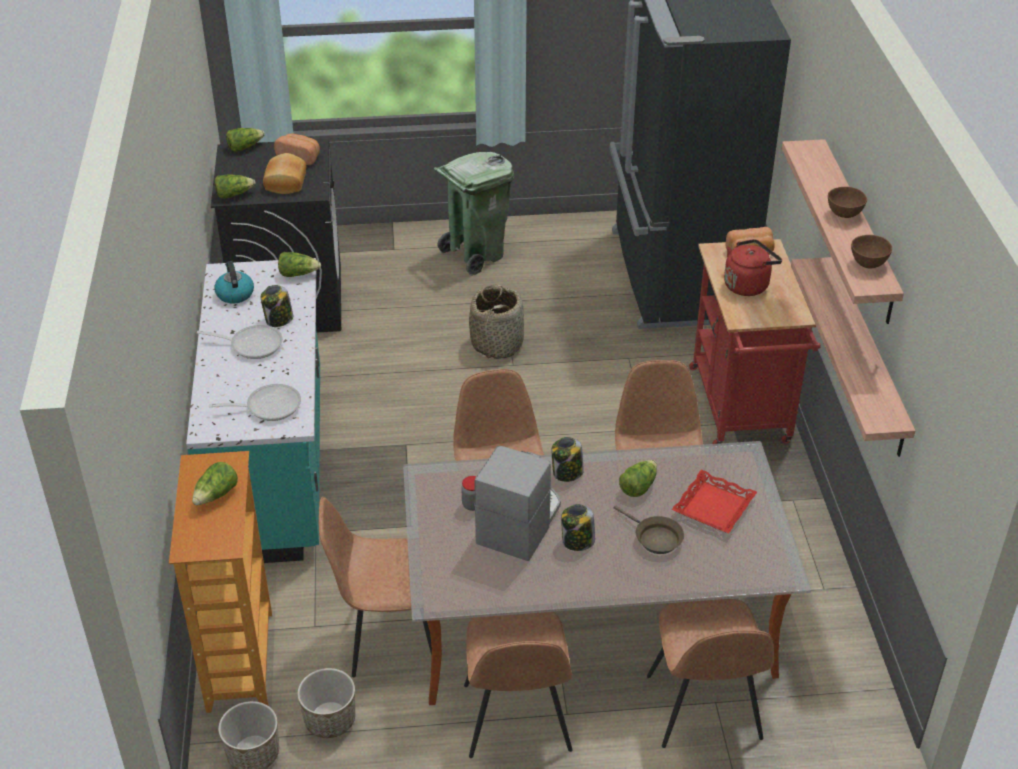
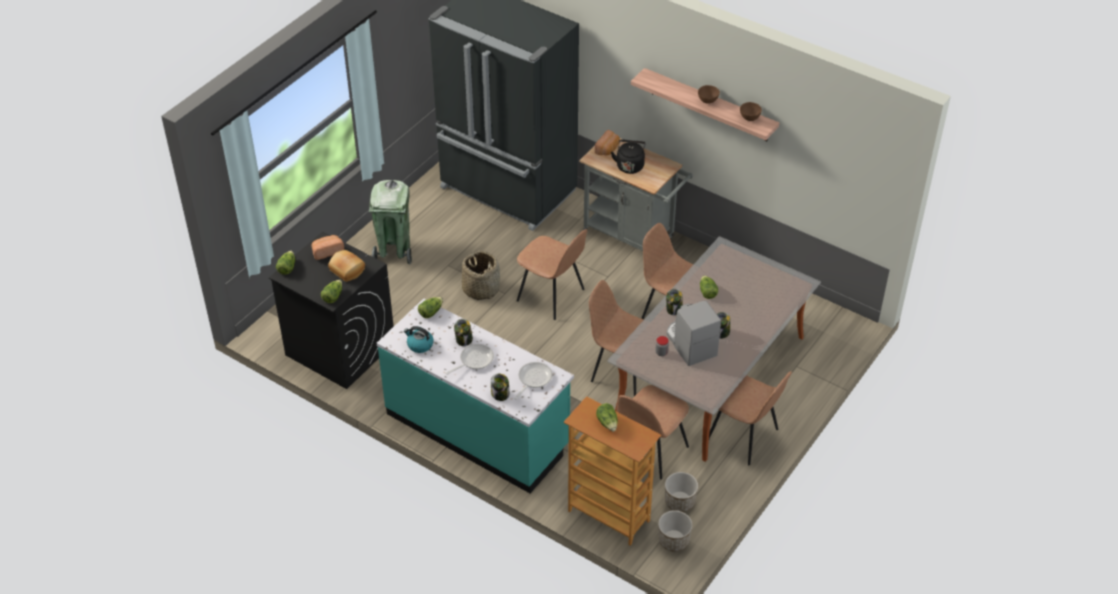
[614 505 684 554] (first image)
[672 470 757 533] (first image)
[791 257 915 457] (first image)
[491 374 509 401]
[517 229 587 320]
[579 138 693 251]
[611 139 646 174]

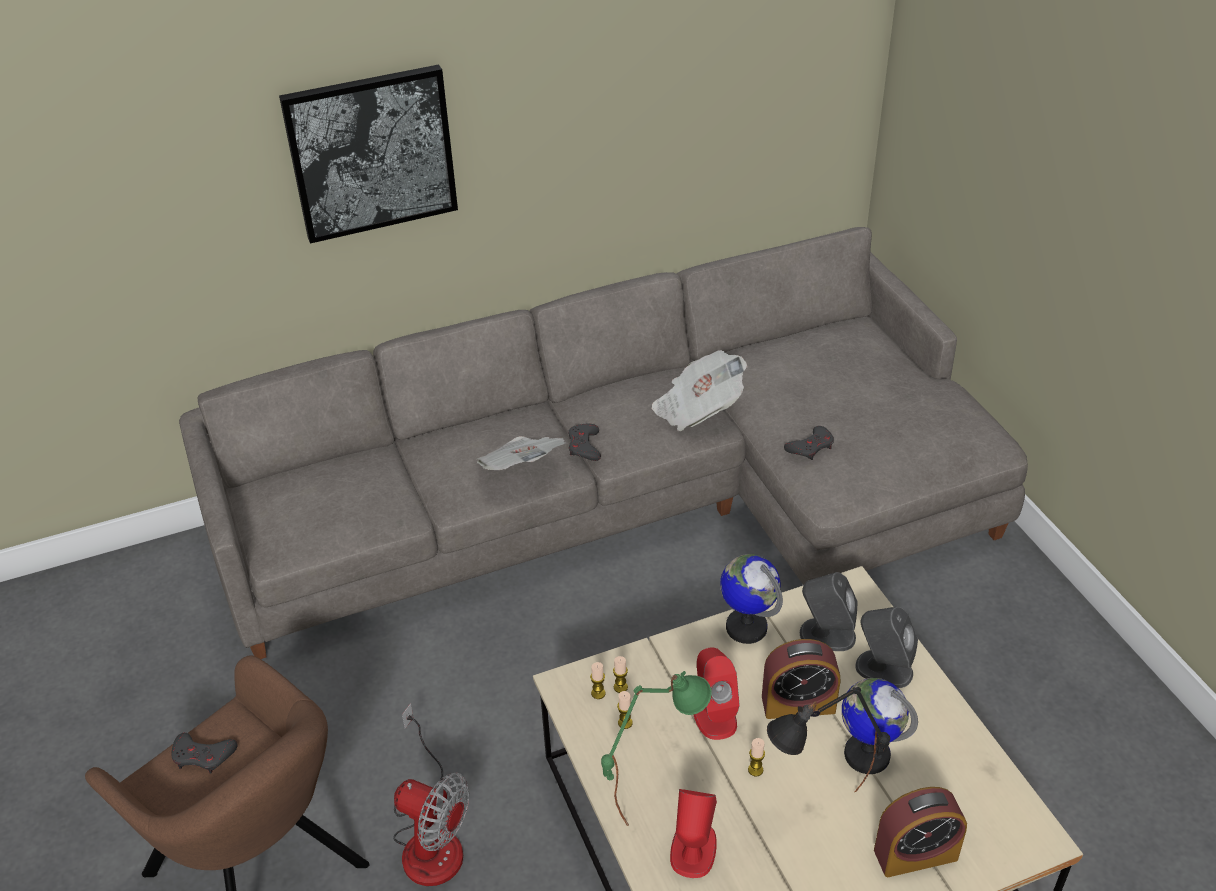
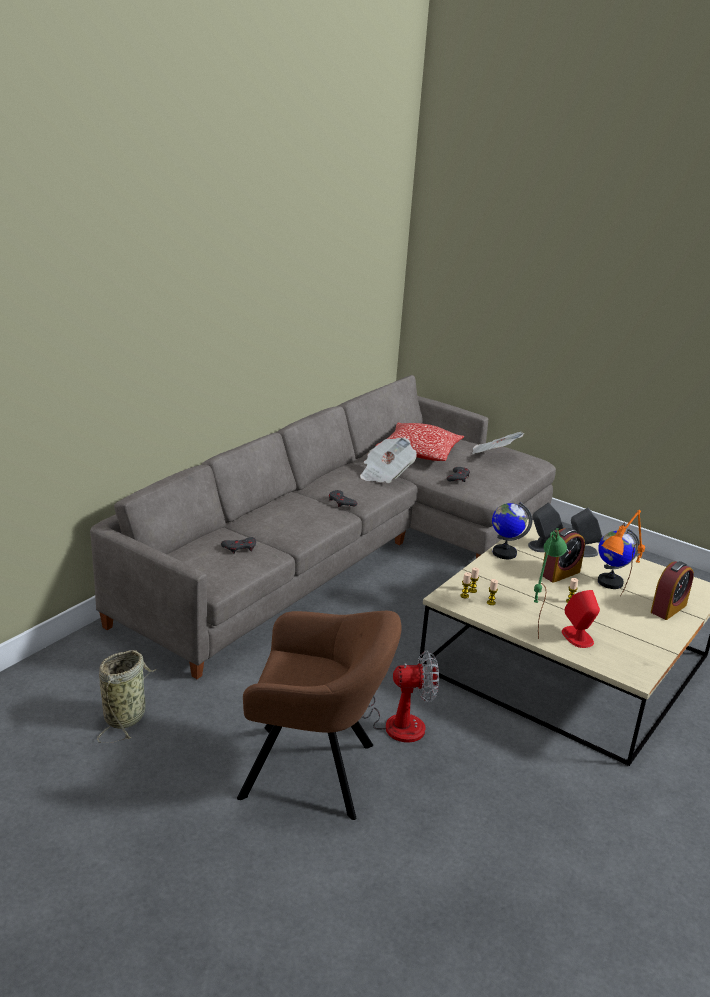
[279 65 458 244] (first image)
[694 648 740 740] (first image)
[97 650 156 743]
[376 422 464 461]
[221 537 256 554]
[472 431 524 454]
[601 510 645 596]

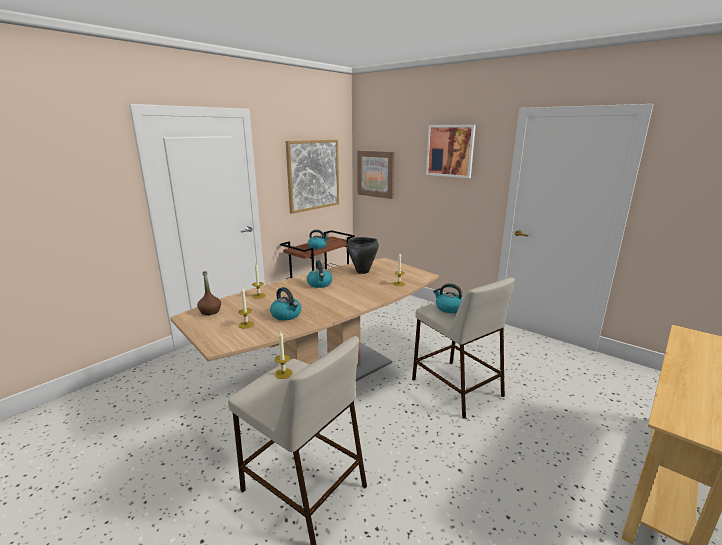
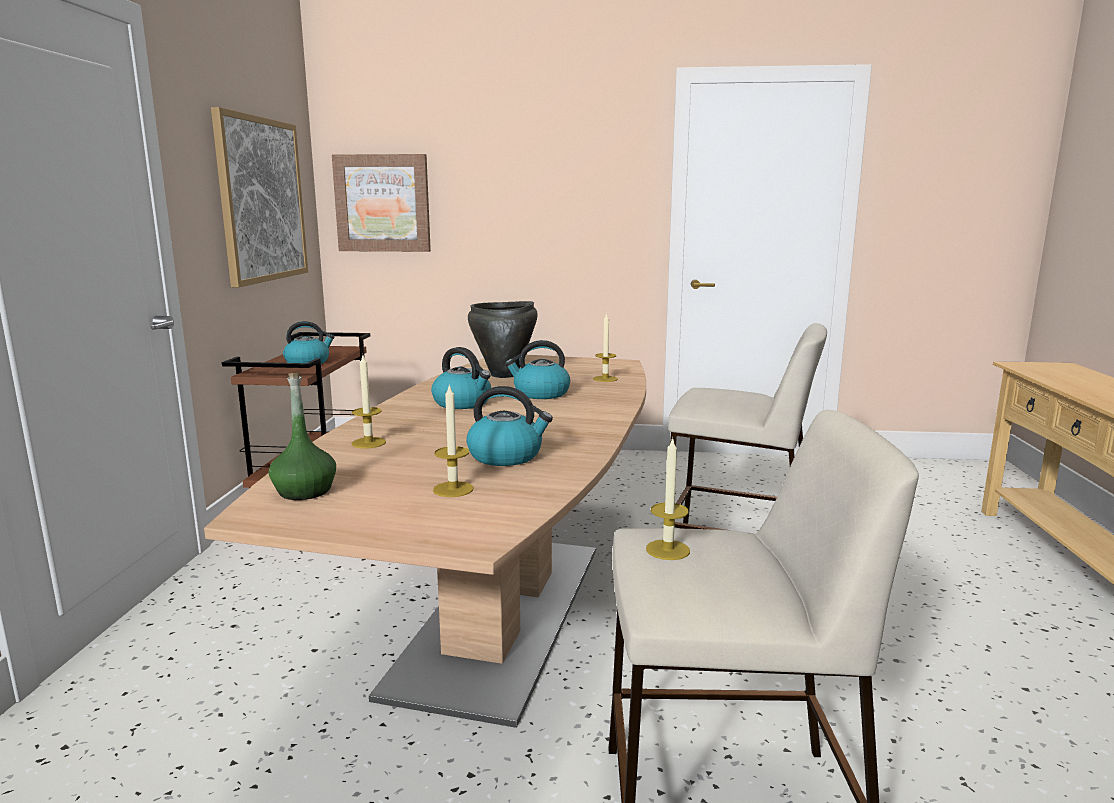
[426 125 476 178] (first image)
[505 340 570 399]
[269 373 336 500]

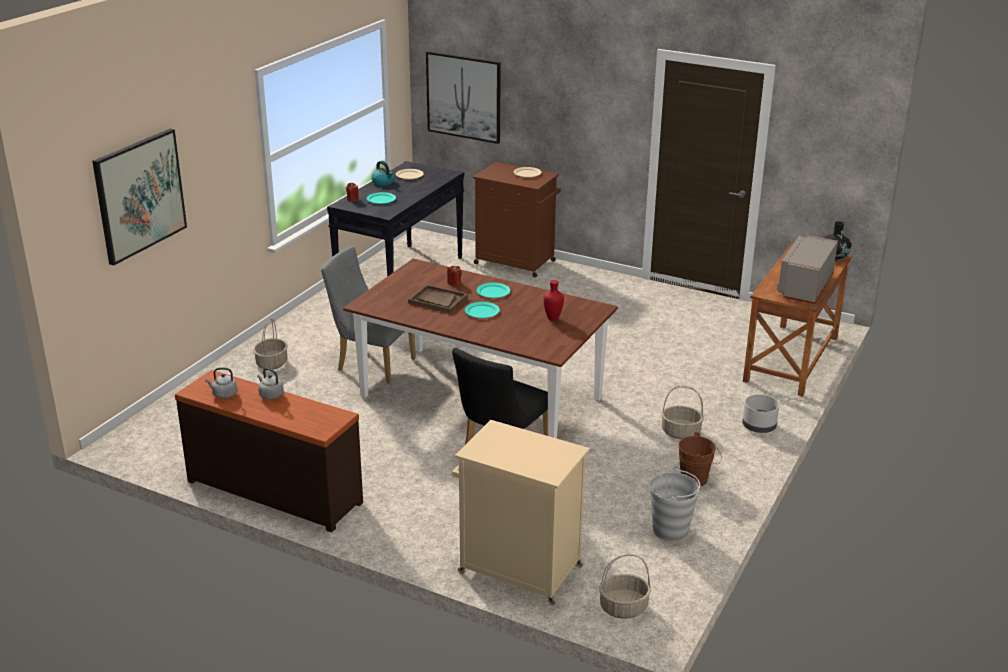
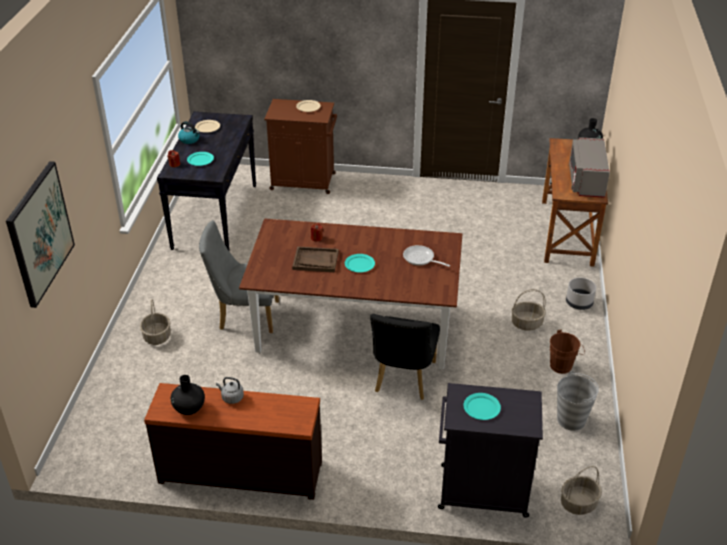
[426 51 501 144] (first image)
[464 393 501 420]
[171 375 205 415]
[403 245 450 267]
[438 383 543 518]

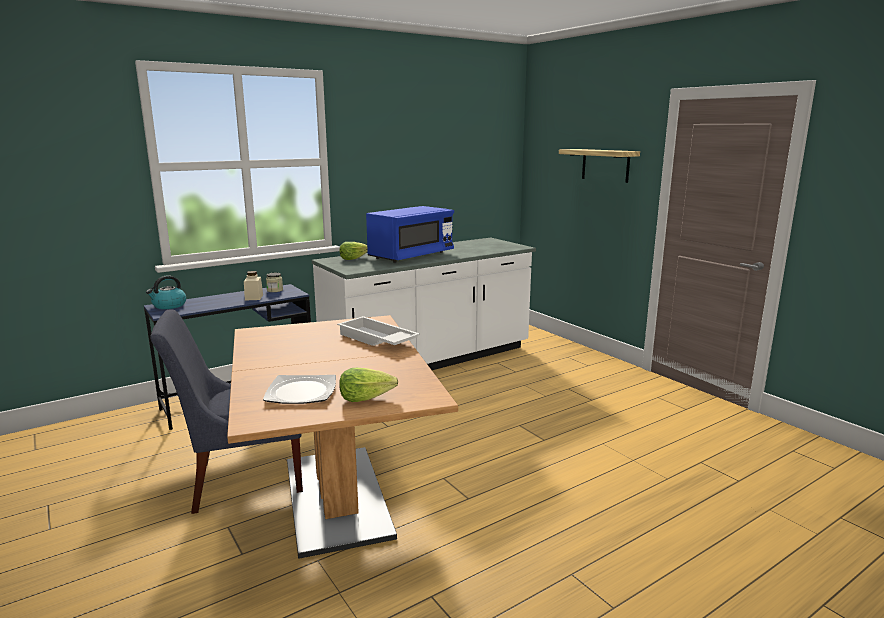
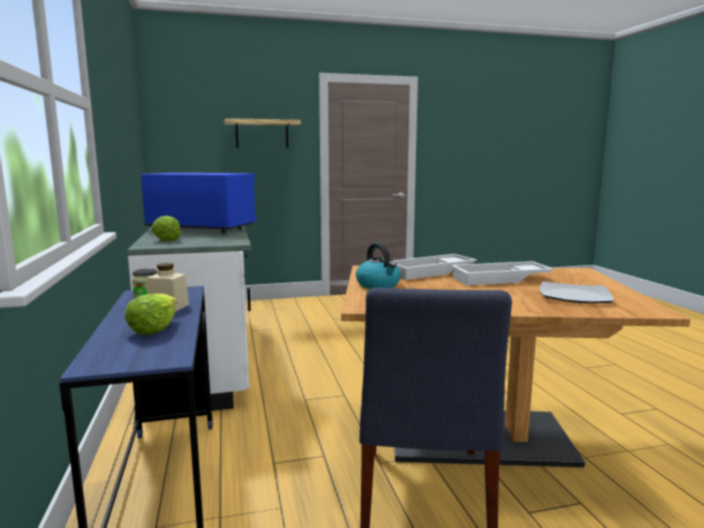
[451 261 554 286]
[356 243 401 289]
[125 293 177 335]
[141 173 257 233]

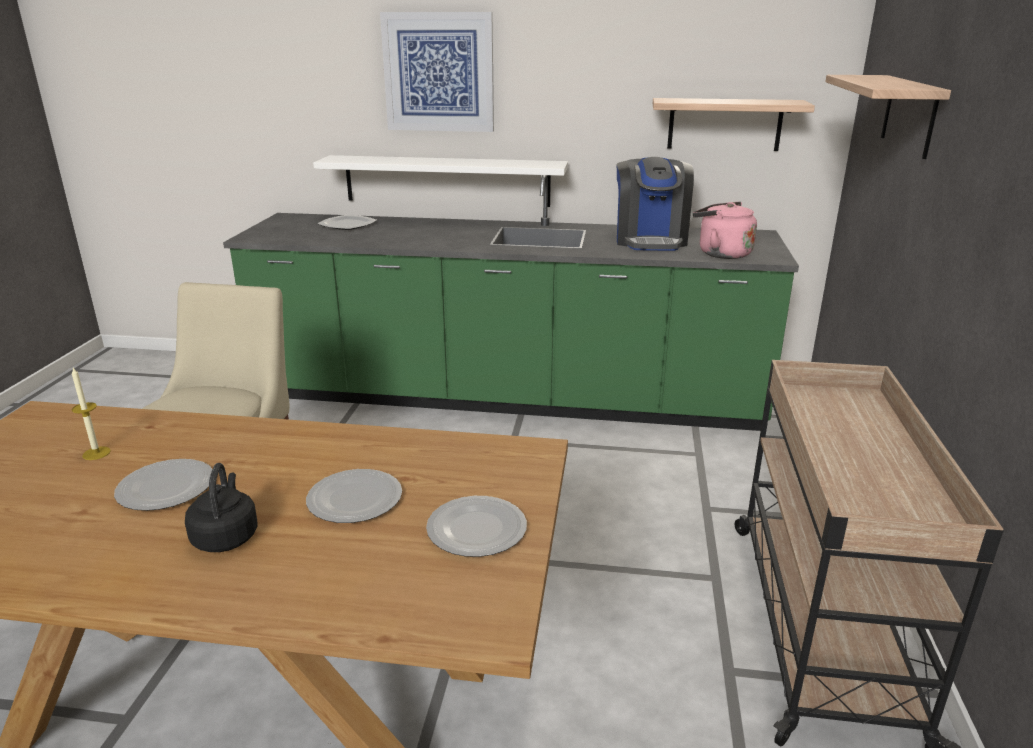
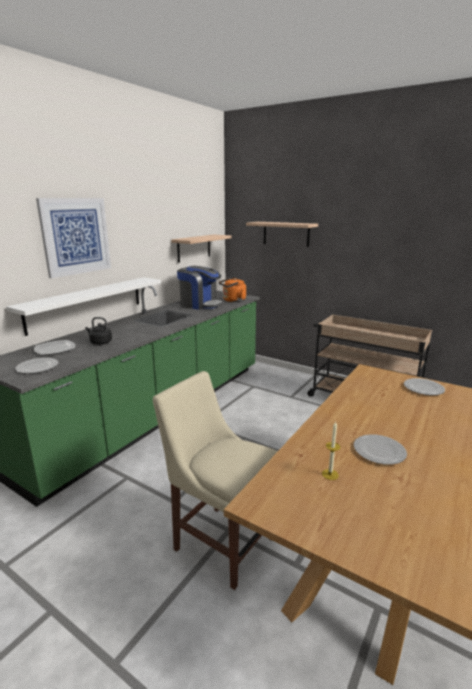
[86 317 112 345]
[15 358 58 374]
[219 278 246 302]

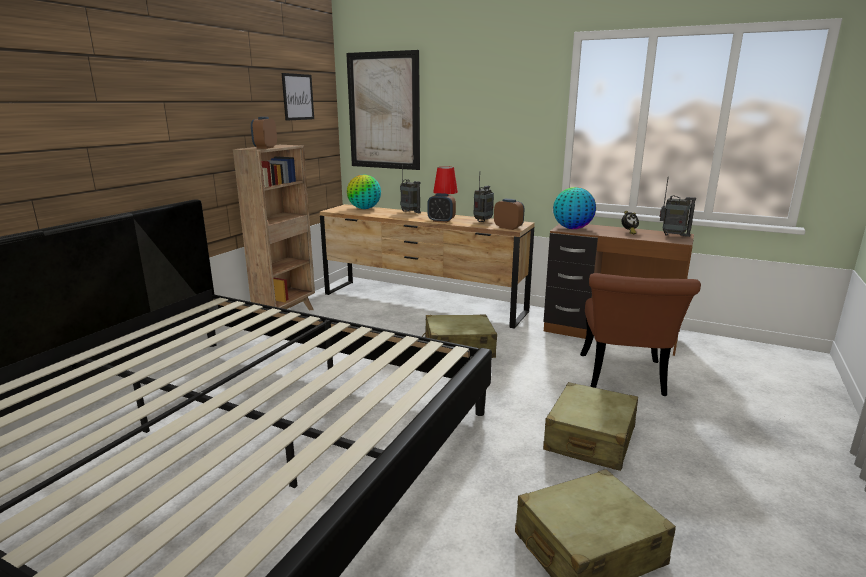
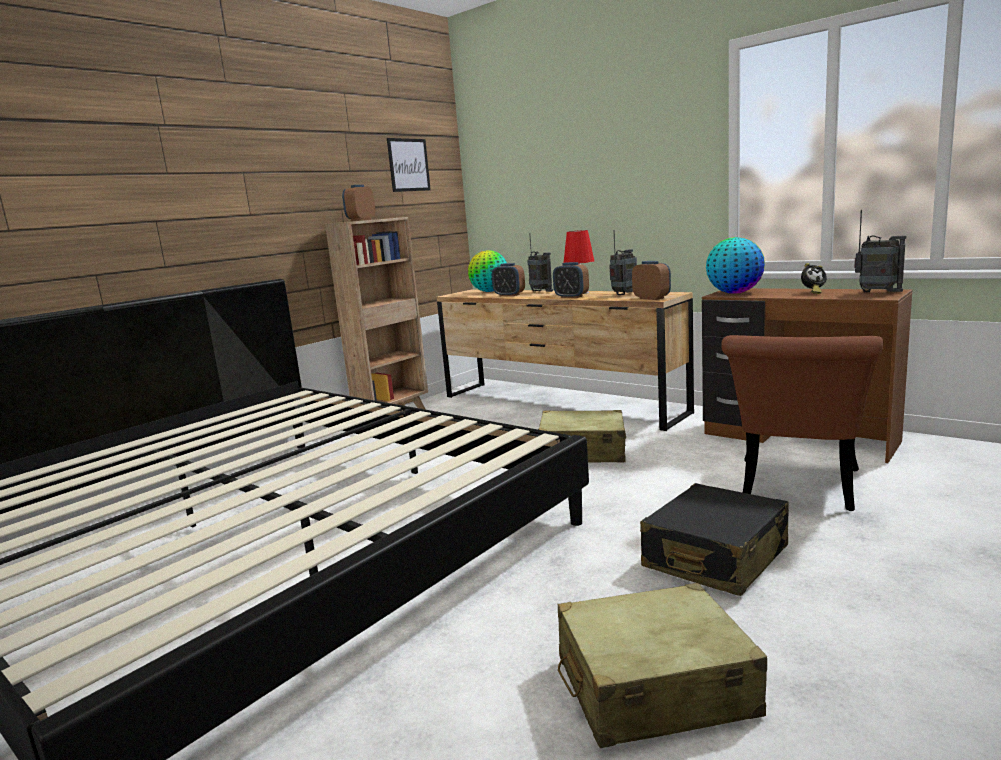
[346 50 420 170] (first image)
[492 263 525 296]
[640 483 789 596]

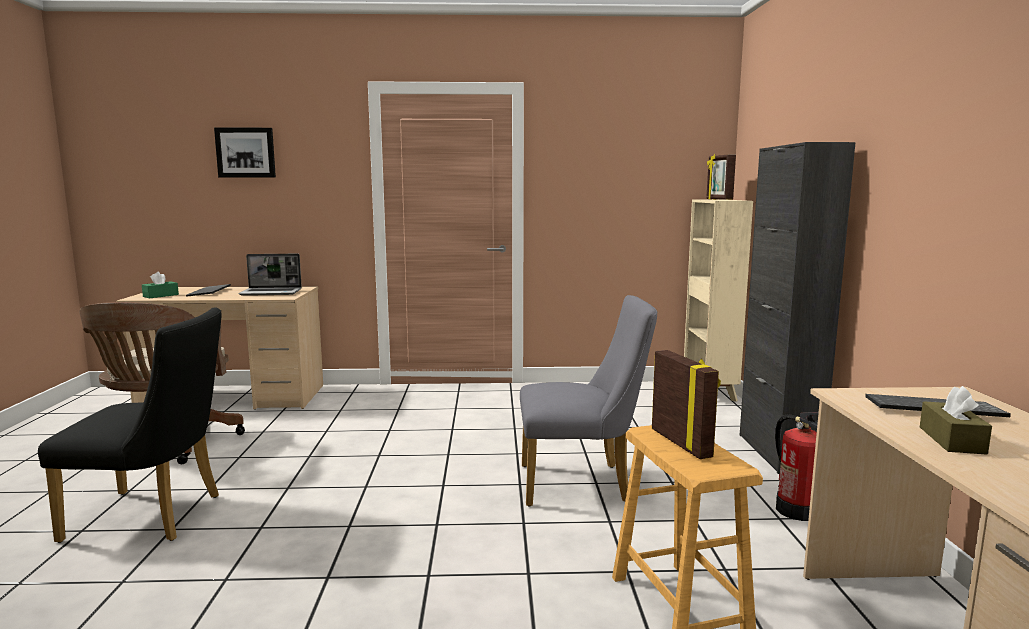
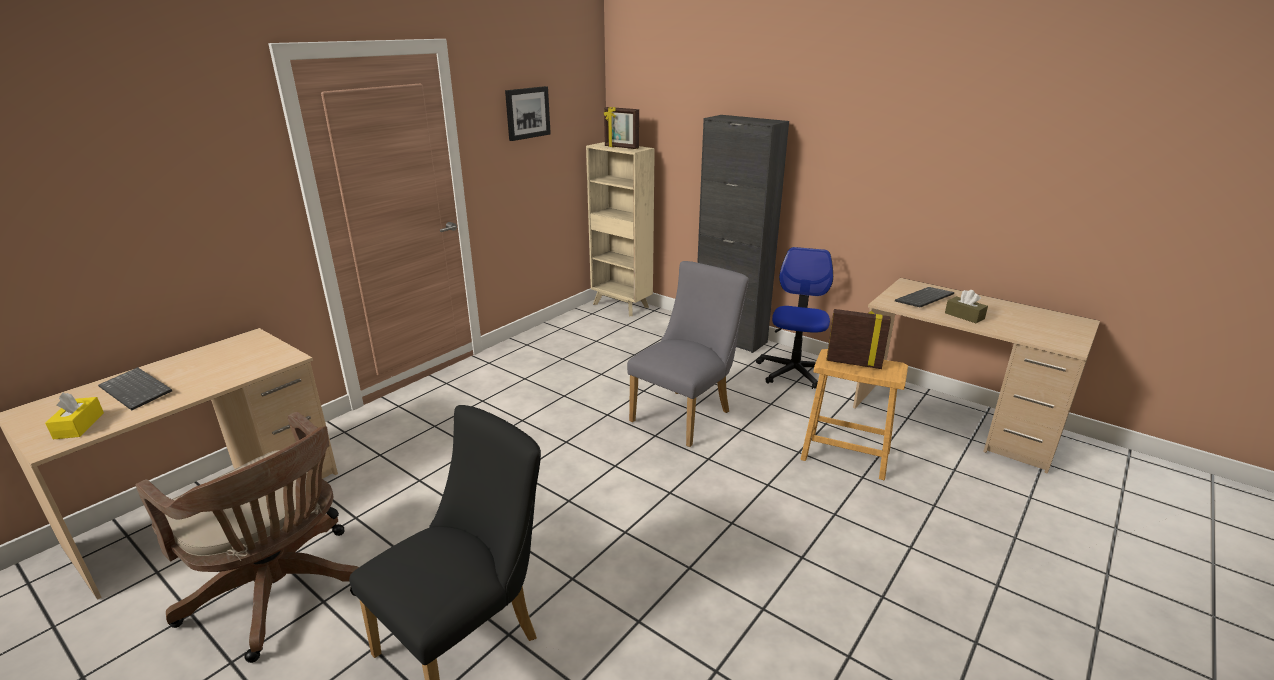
[238 254 302 296] (first image)
[505 86 551 141]
[756 247 833 389]
[45 393 104 439]

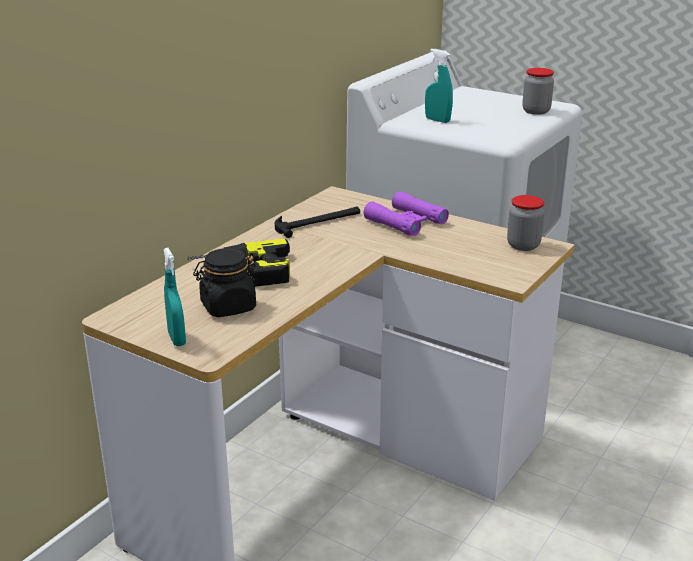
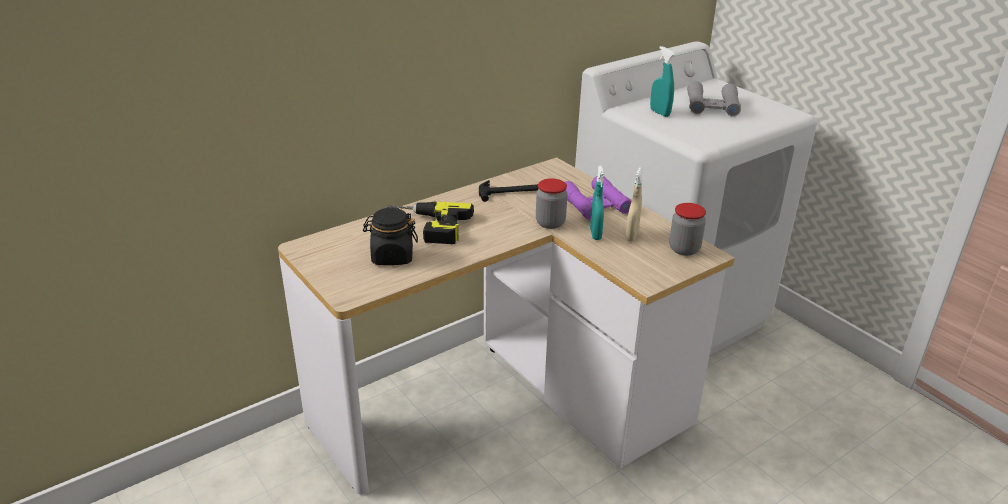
[625 167 643 241]
[687 81 741 117]
[590 166 604 240]
[536 178 567 229]

